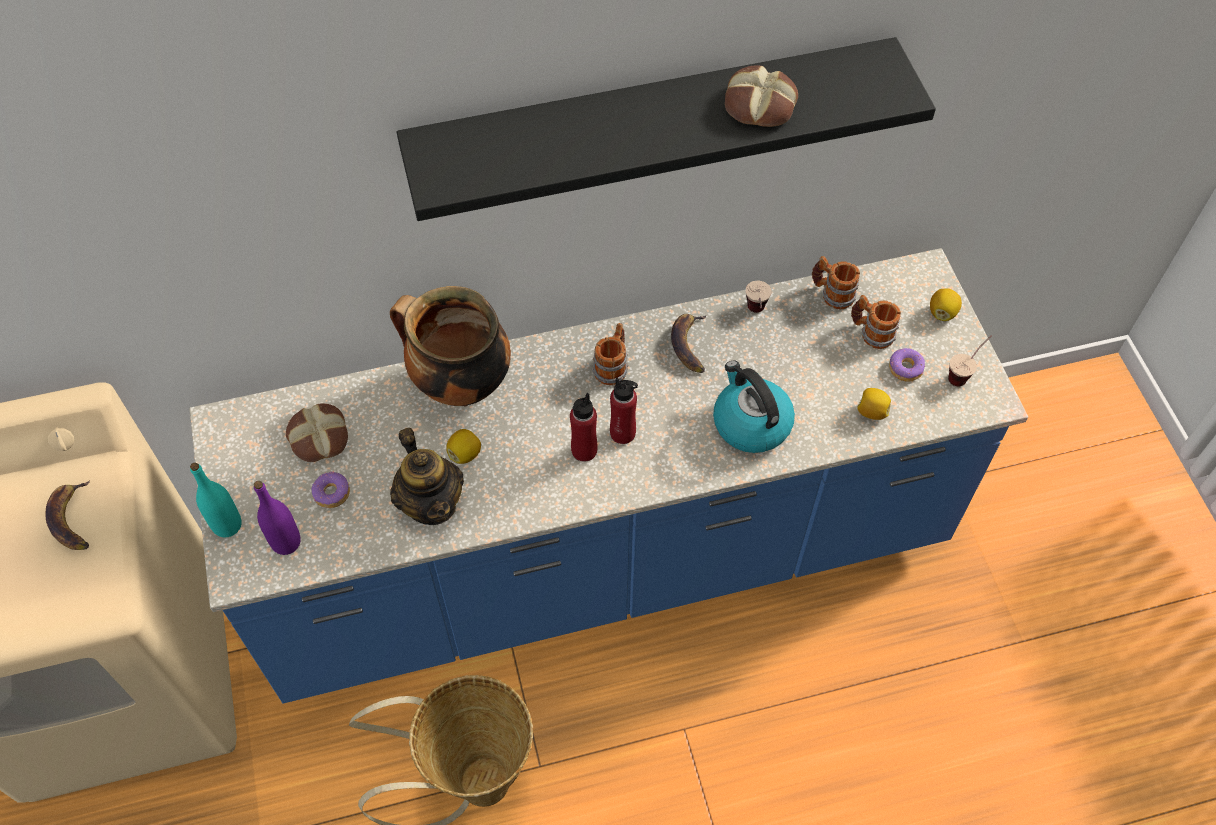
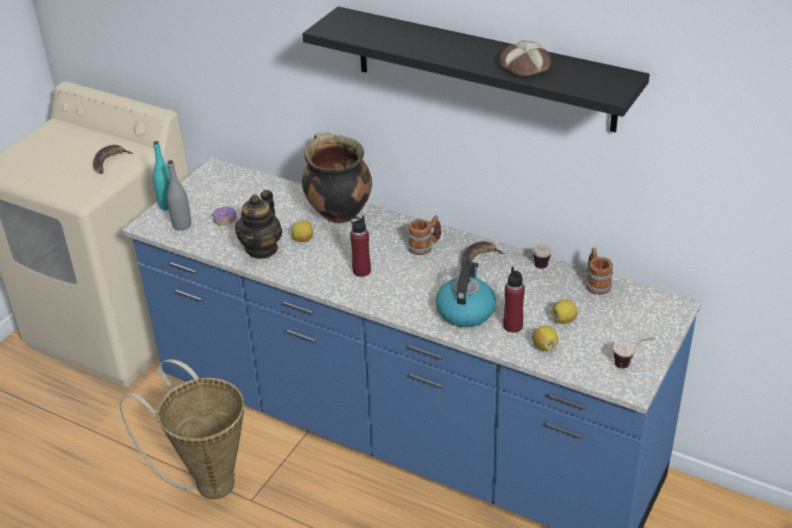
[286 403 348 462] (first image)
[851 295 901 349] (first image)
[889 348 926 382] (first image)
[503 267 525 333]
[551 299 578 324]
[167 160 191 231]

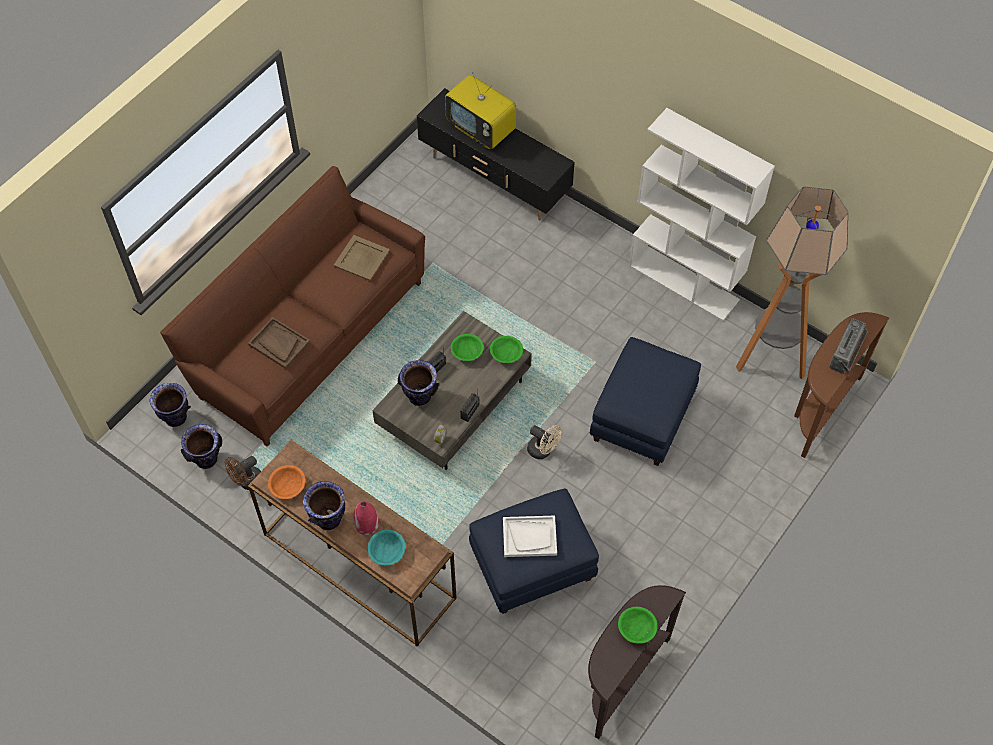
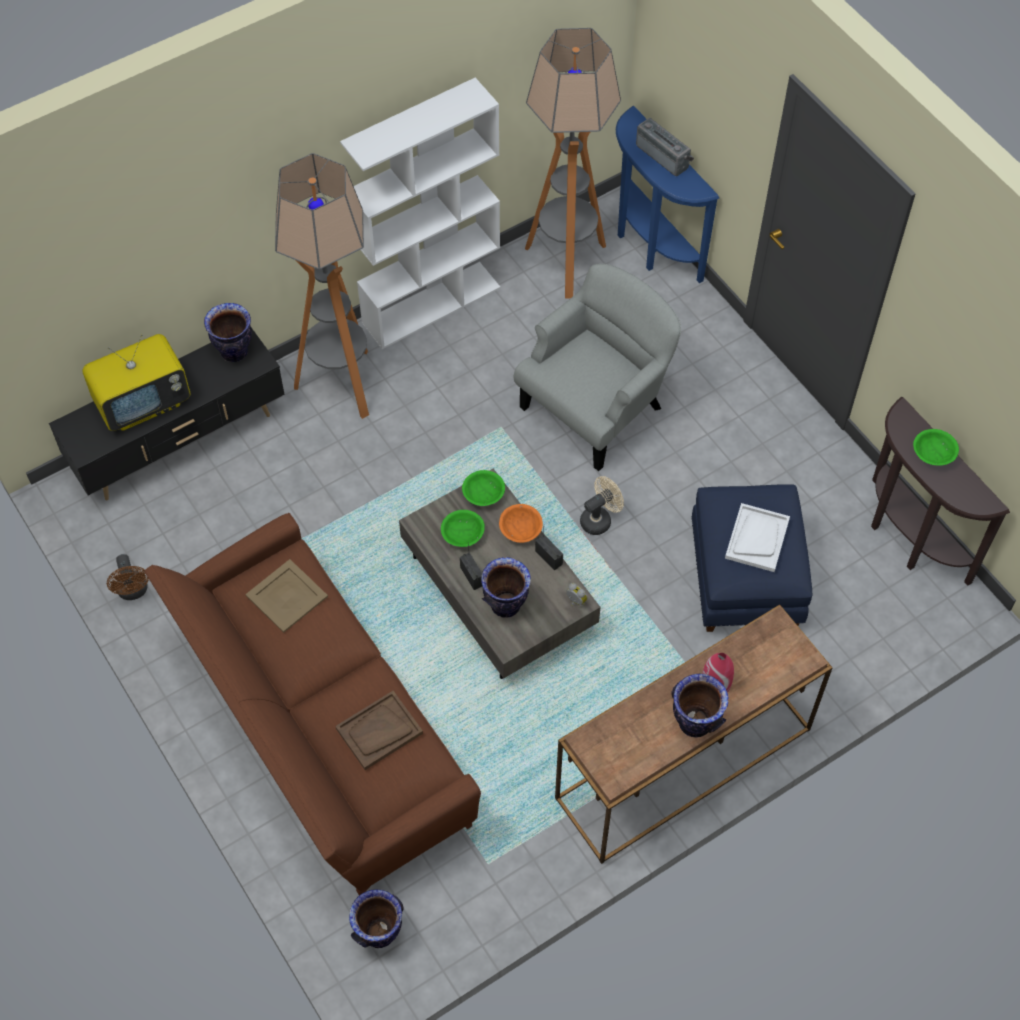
[367 529 406 566] (first image)
[275 153 369 419]
[204 303 252 362]
[107 554 149 600]
[499 504 543 543]
[514 264 681 471]
[616 106 719 283]

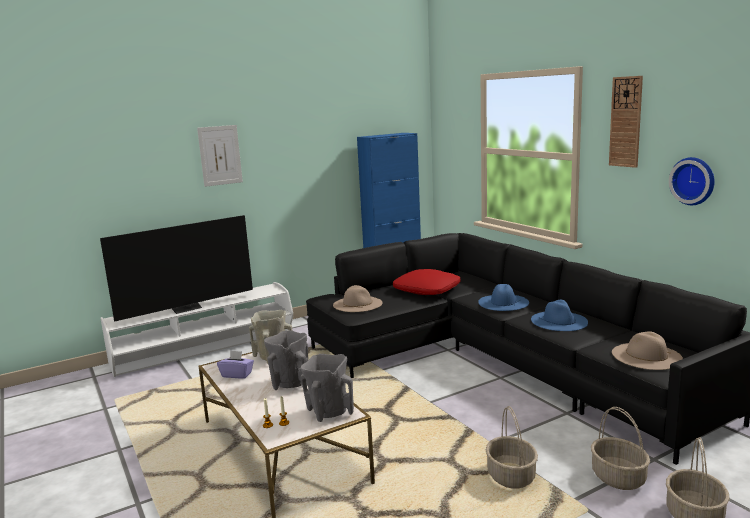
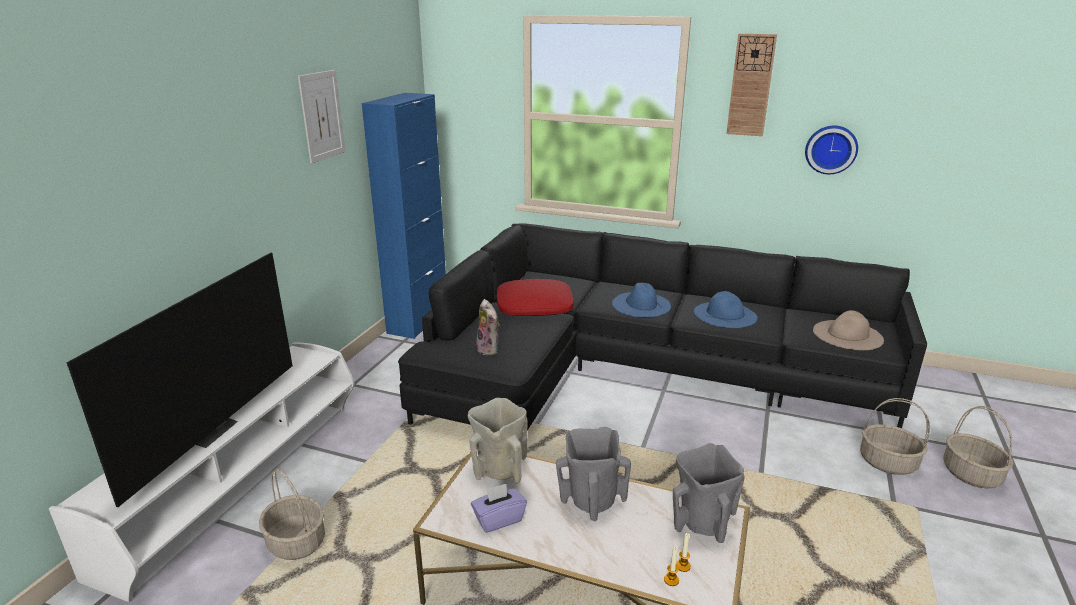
[298 70 346 163]
[259 468 325 560]
[475 299 500 356]

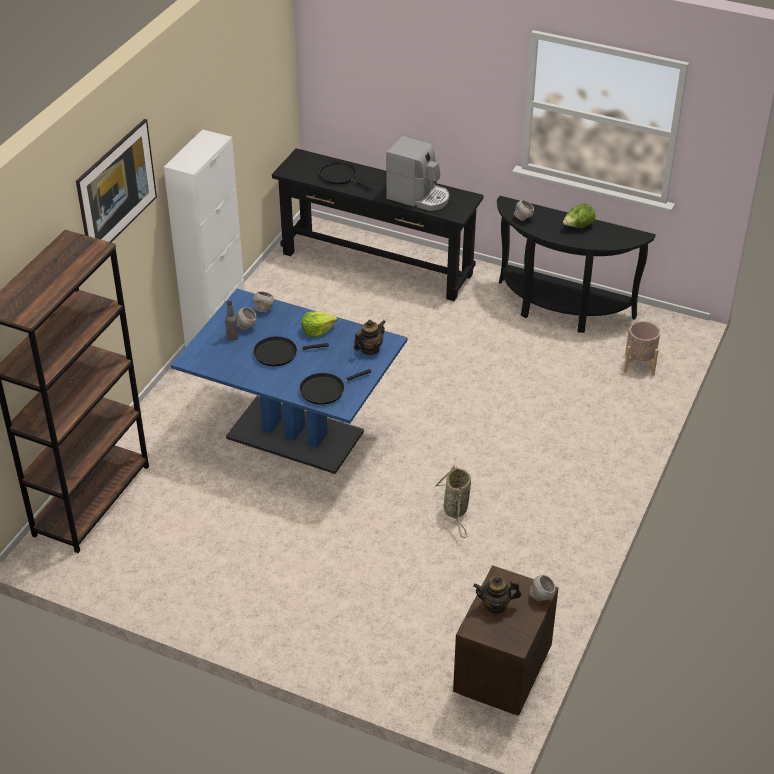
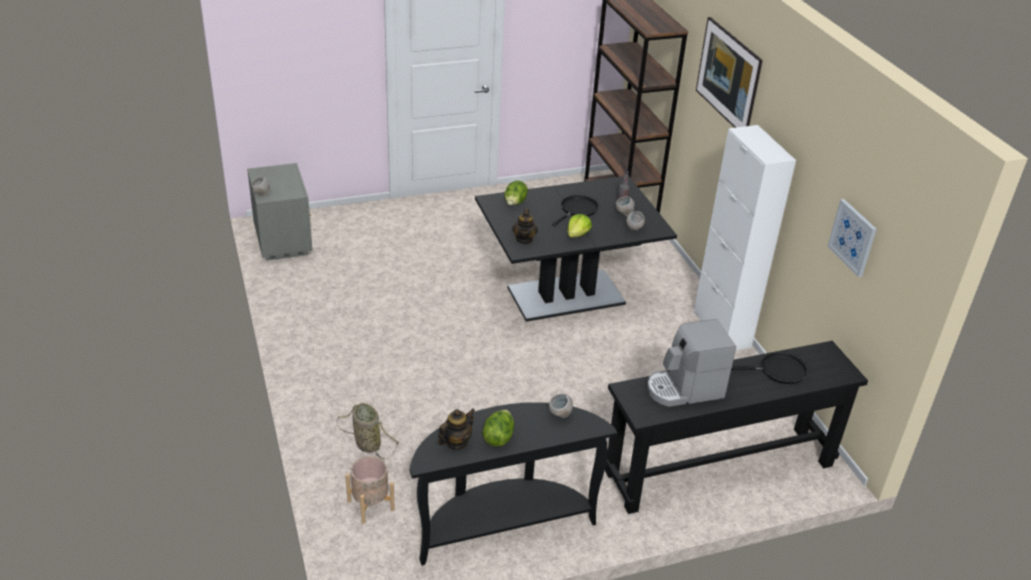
[828 199 876 277]
[337 403 399 459]
[438 409 475 449]
[504 180 528 205]
[475 176 677 322]
[247 163 313 261]

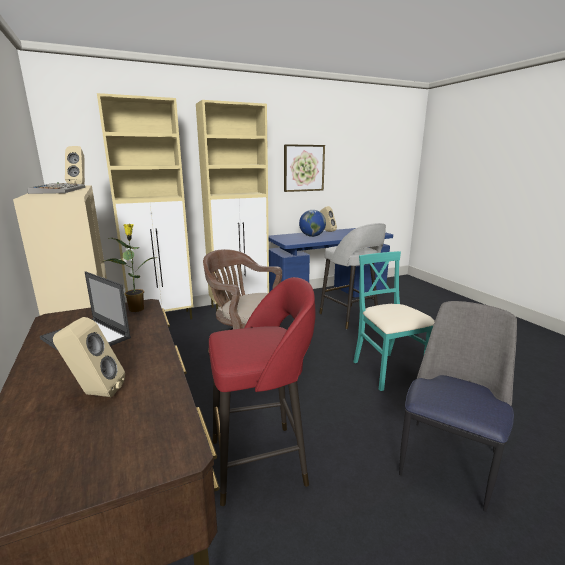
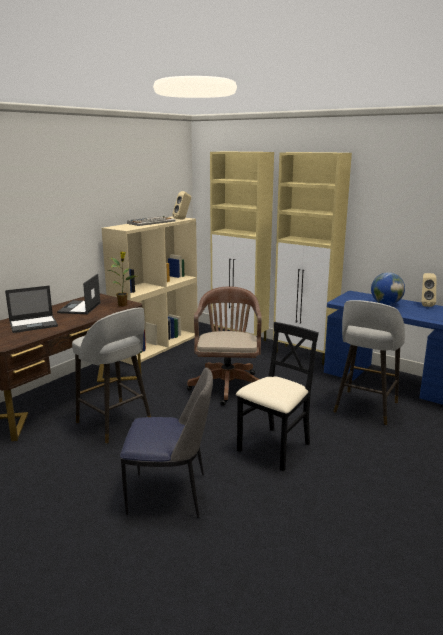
[284 144 325 192] (first image)
[5 286 58 333]
[72 308 151 444]
[236 322 319 471]

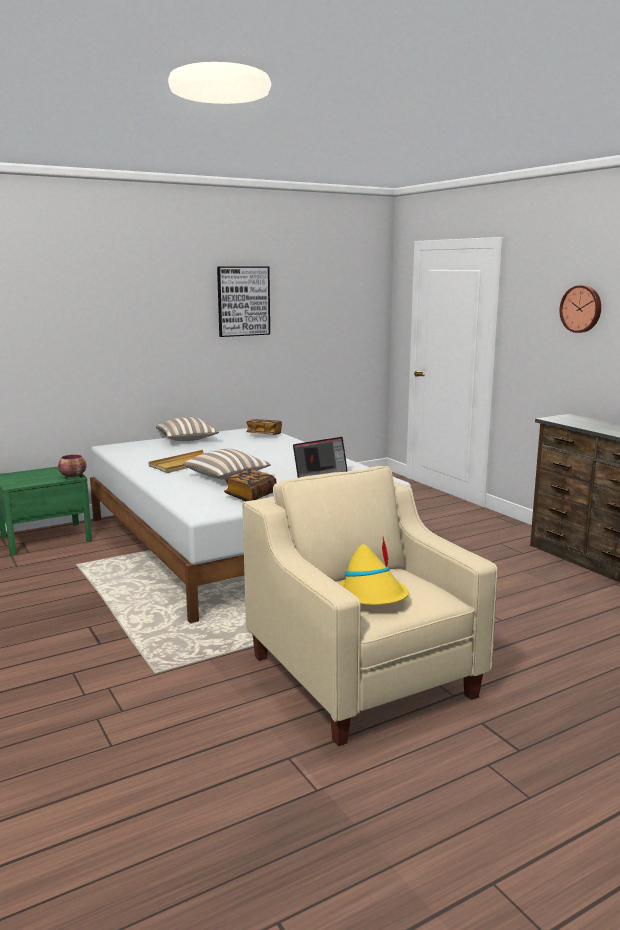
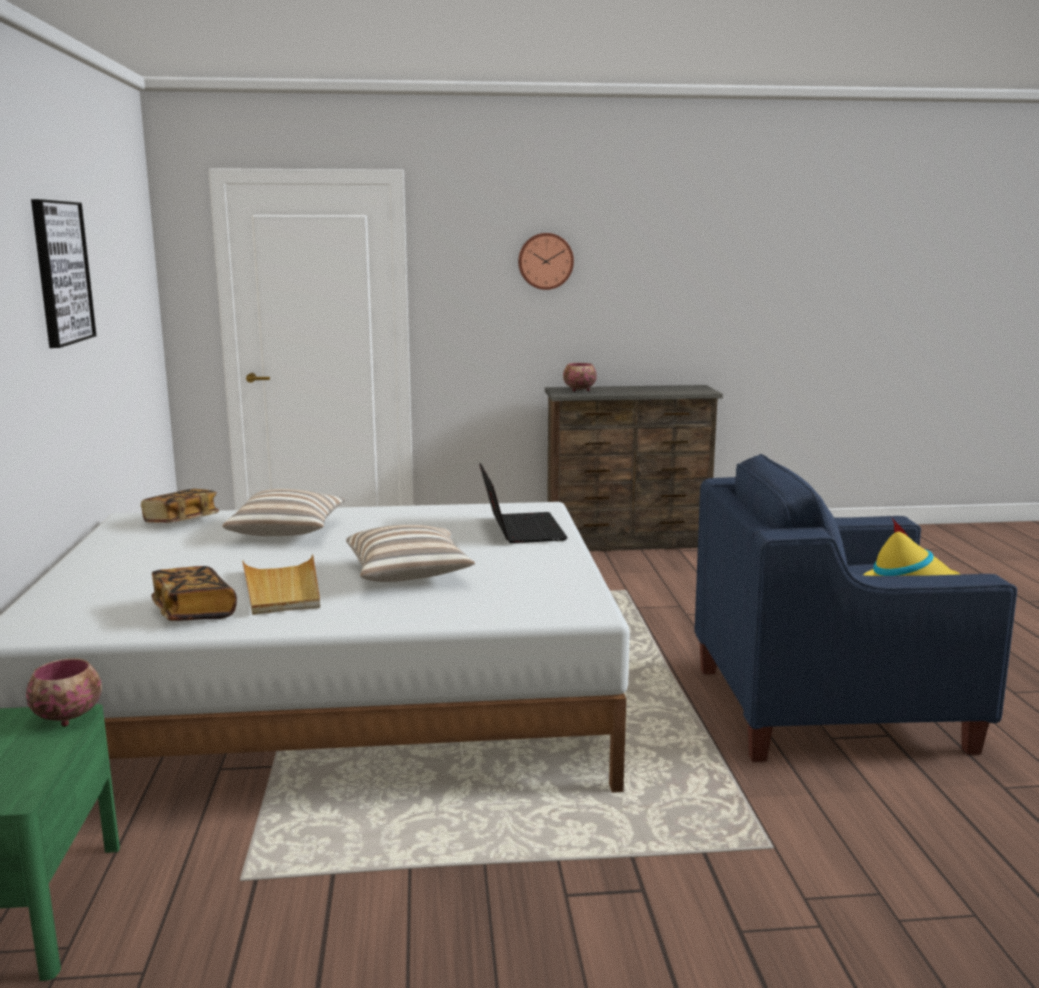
[563 363 597 392]
[222 489 345 536]
[151 566 237 621]
[694 454 1017 762]

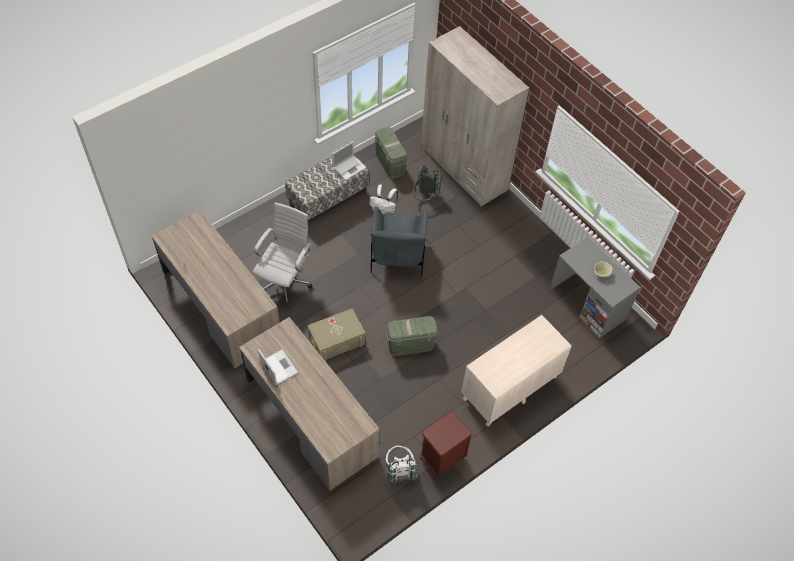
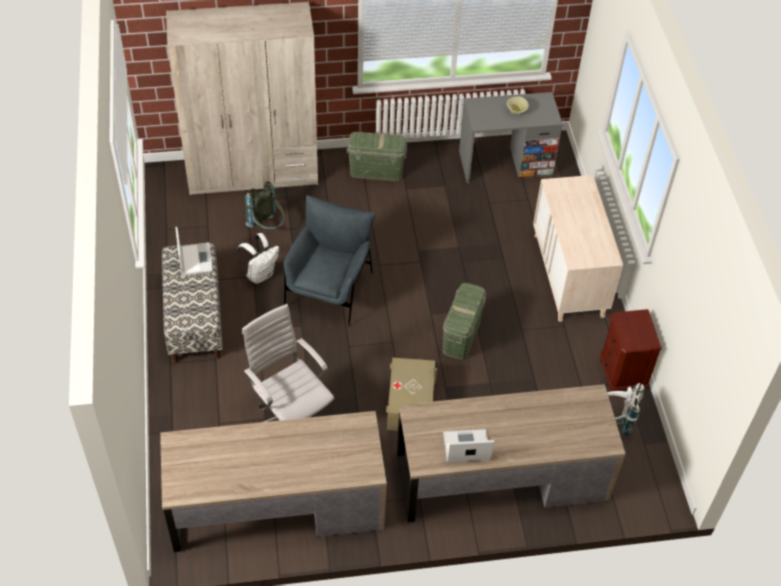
[347 132 408 181]
[284 195 376 327]

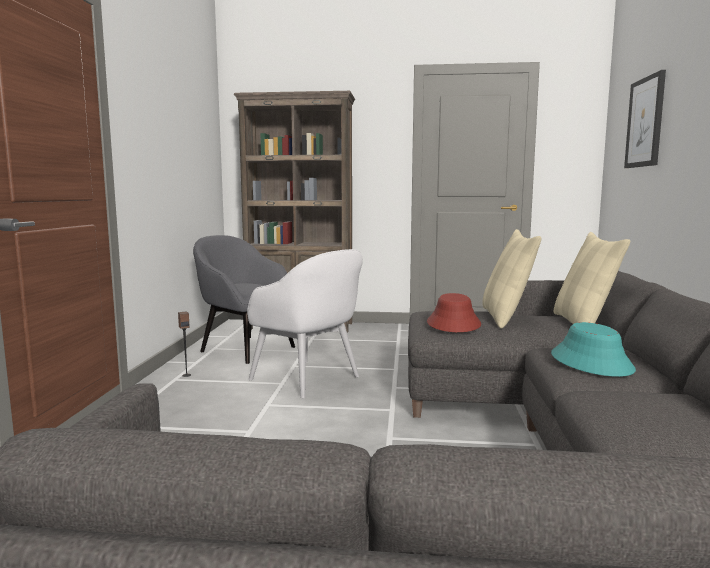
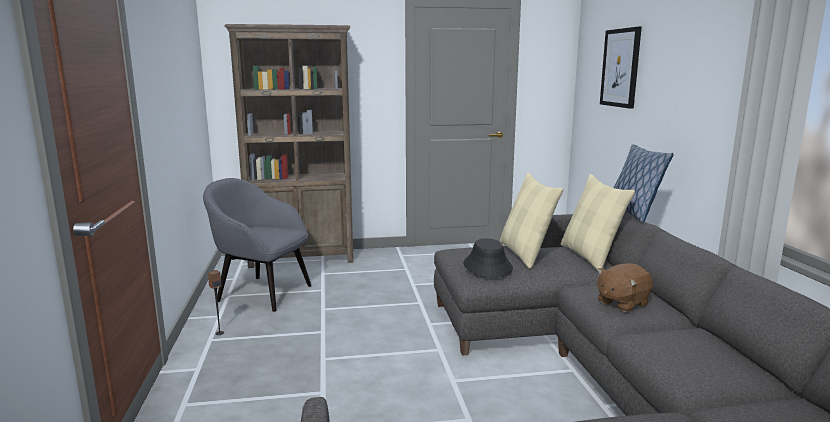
[247 249 363 399] (first image)
[614 144 674 222]
[597 263 653 312]
[464 238 513 278]

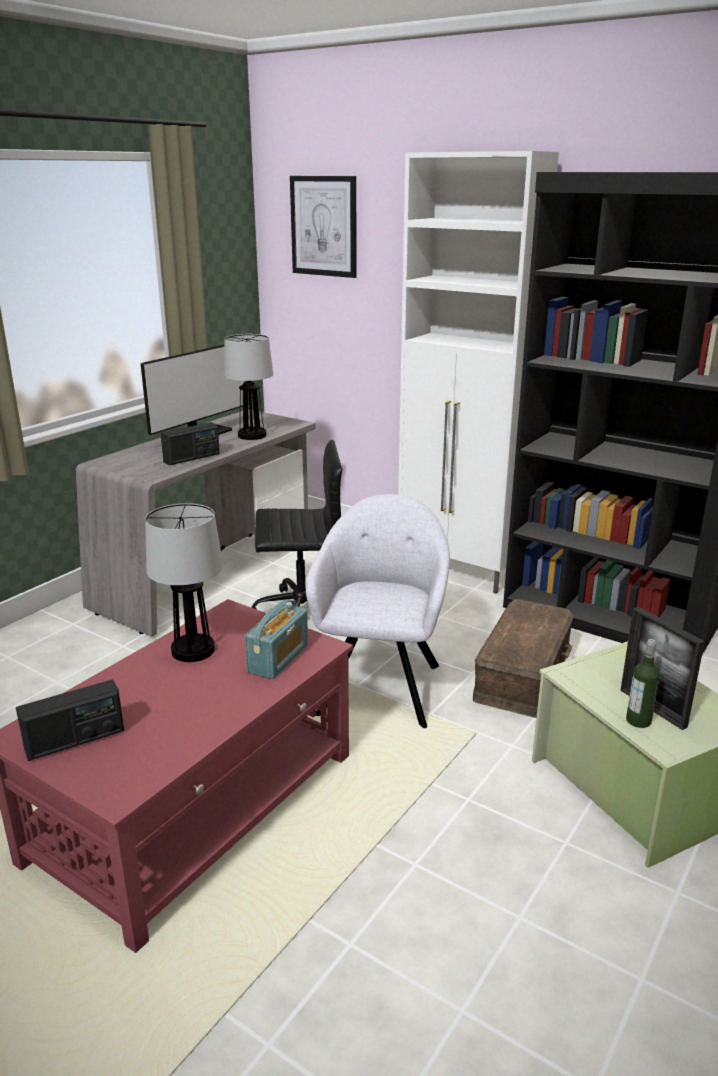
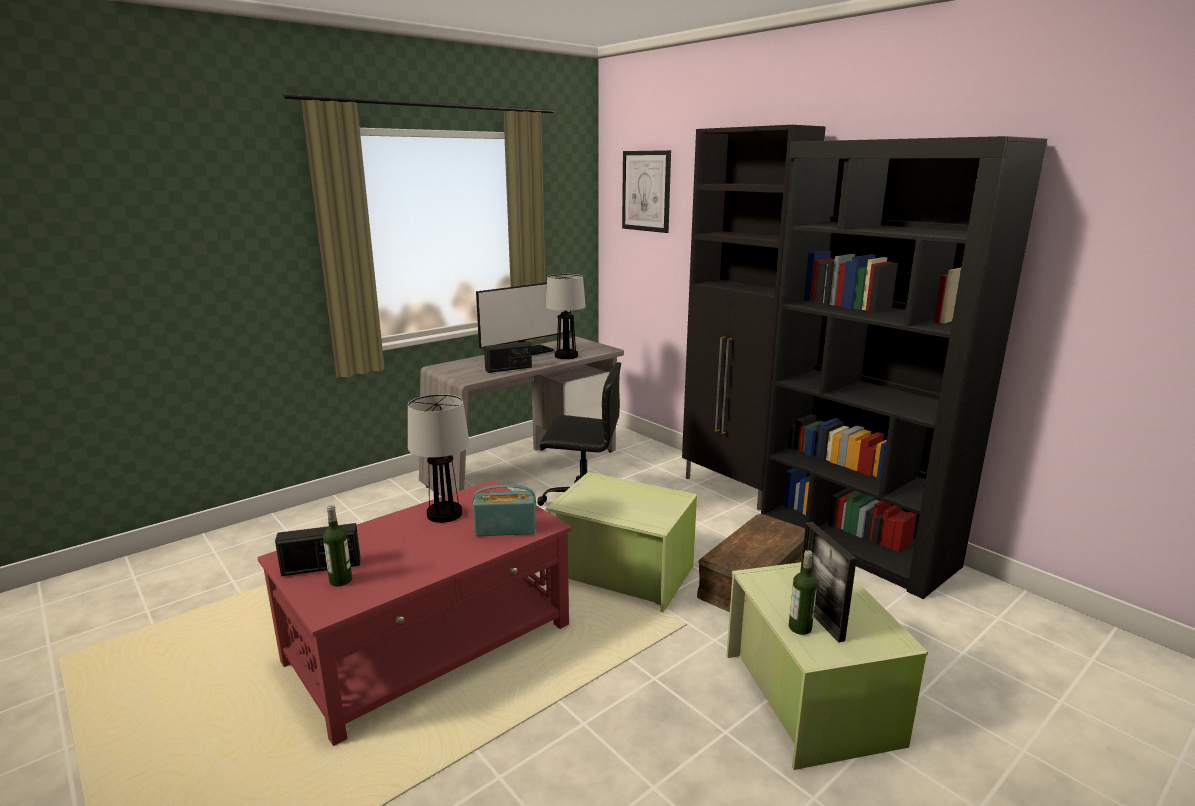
[323 505 352 587]
[546 472 697 612]
[682 125 826 511]
[472 485 536 536]

